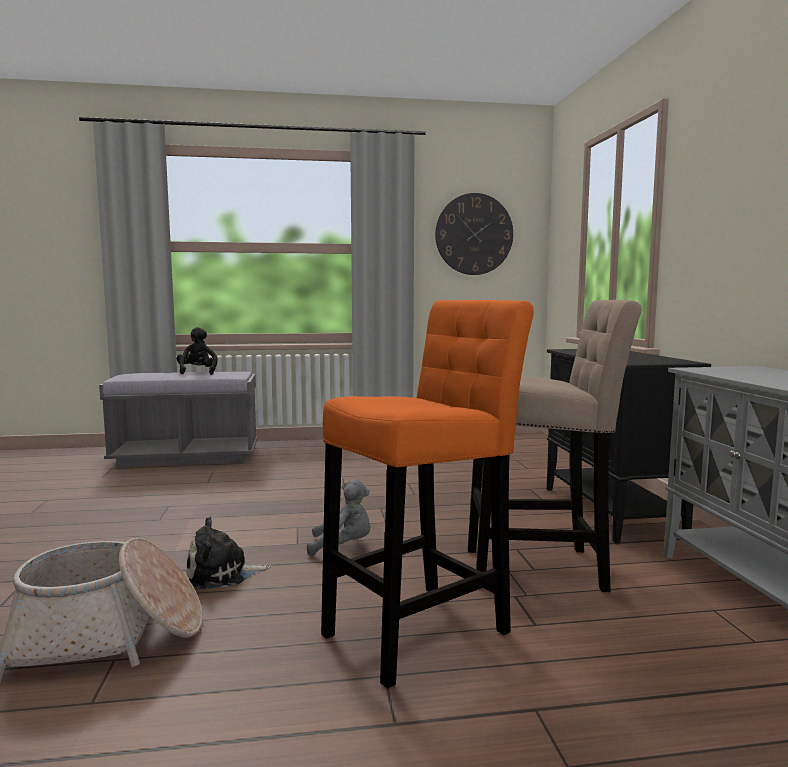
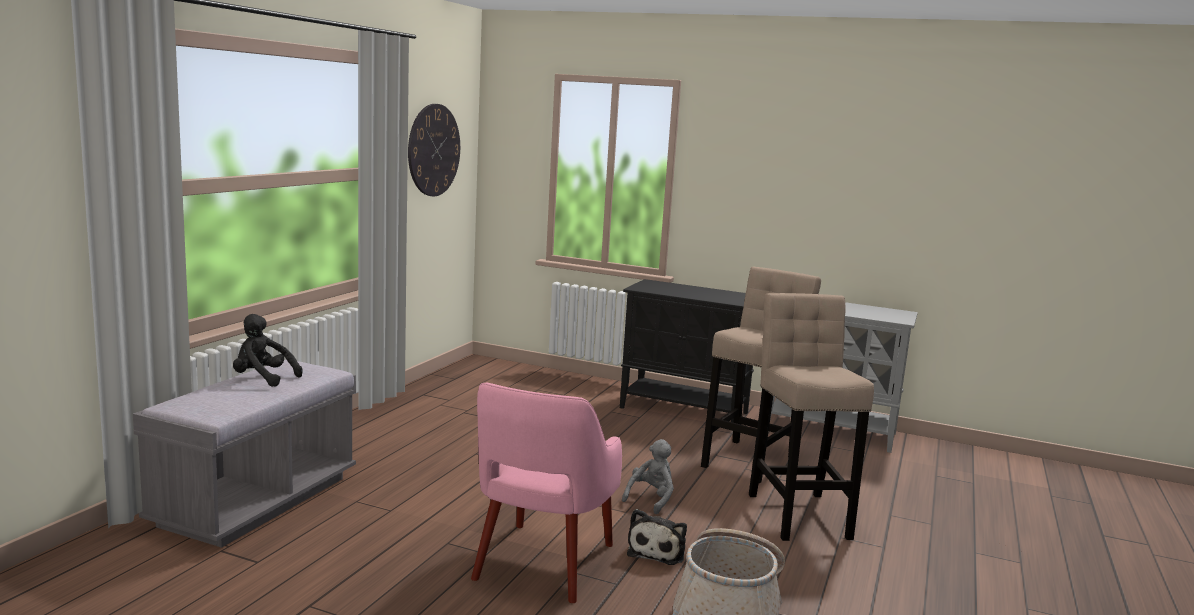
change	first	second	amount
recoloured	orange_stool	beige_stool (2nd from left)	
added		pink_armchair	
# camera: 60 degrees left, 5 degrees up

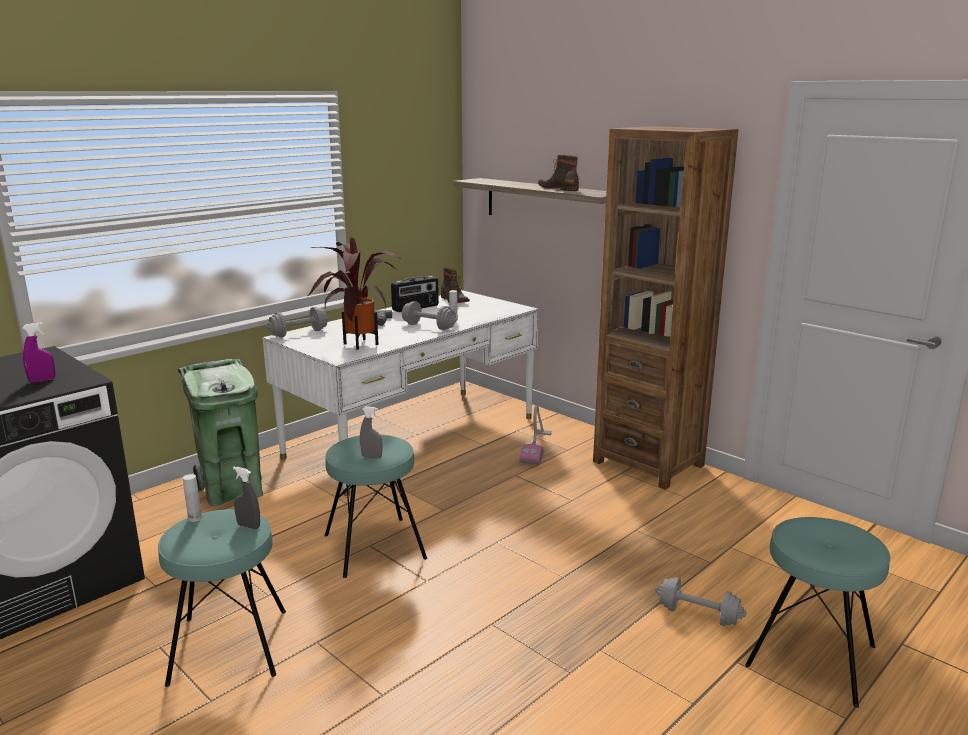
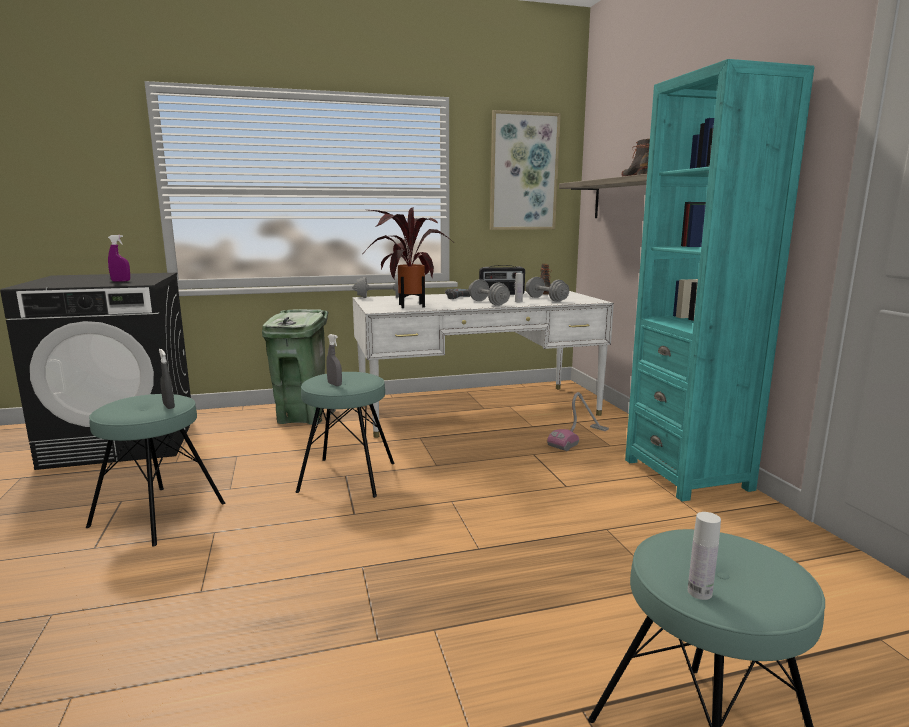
change	first	second	amount
moved	white_bottle (1st from left in the first image)	white_bottle (2nd from left)	
recoloured	brown_bookcase	turquoise_bookcase	
moved	grey_dumbbell (3rd from left)		
added		picture	
# camera: 30 degrees right, 5 degrees down

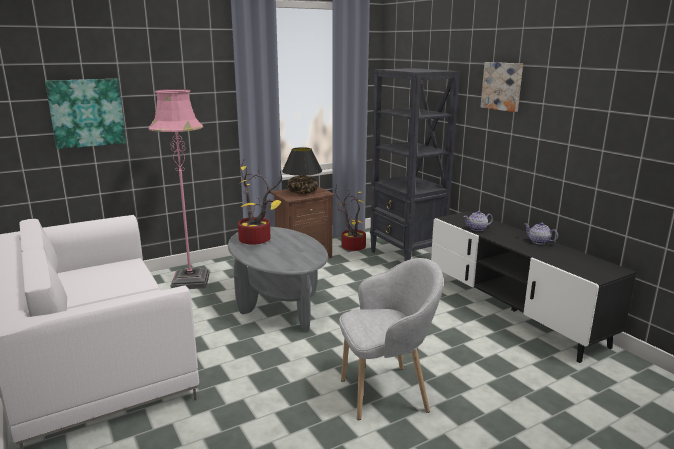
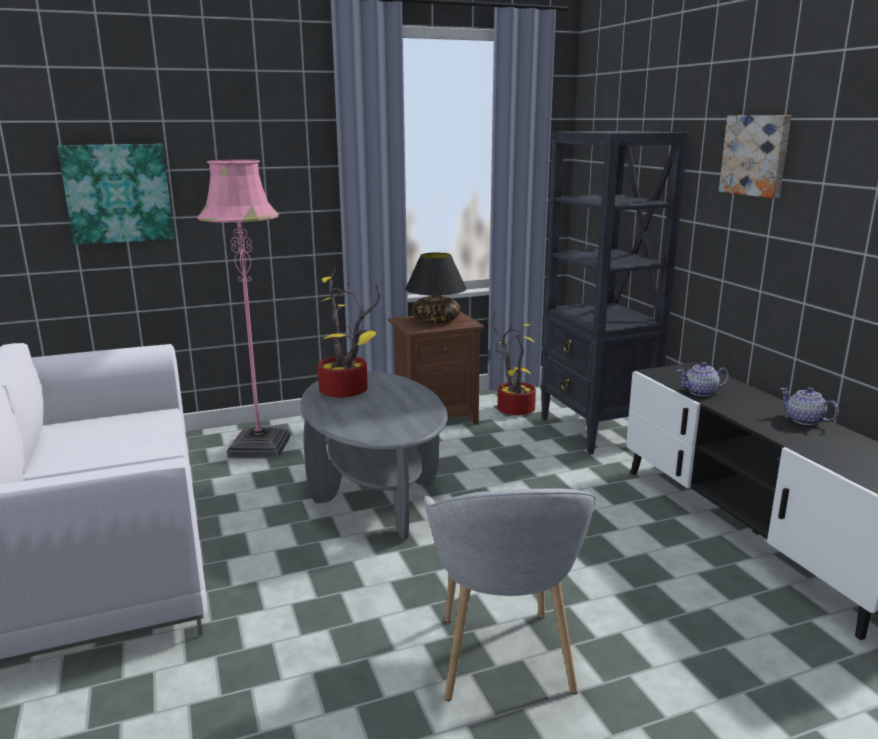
change	first	second	amount
turned	grey_armchair		90 degrees clockwise
# camera: 10 degrees right, 0 degrees up

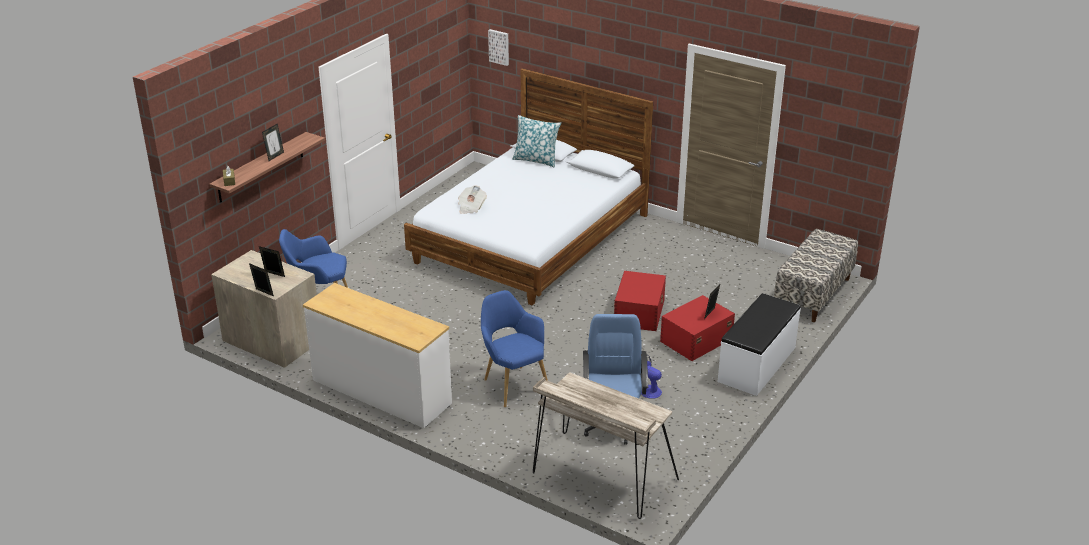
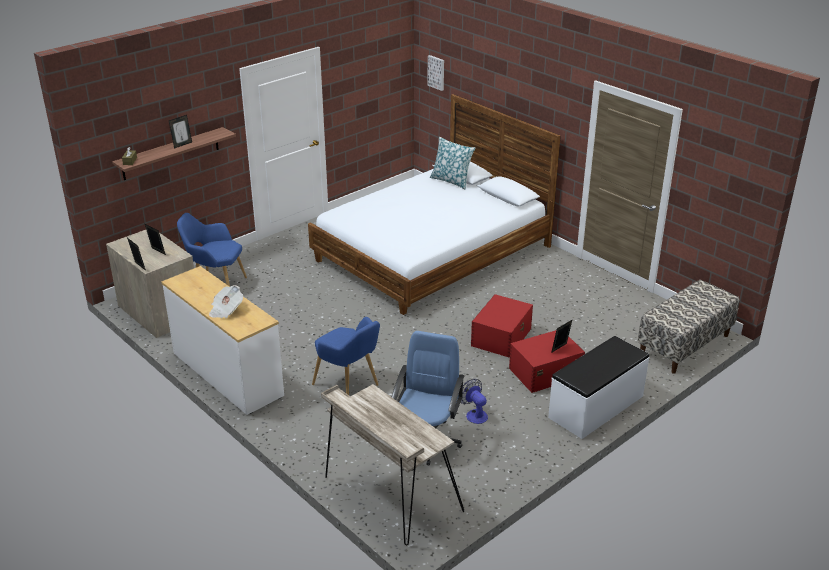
change	first	second	amount
moved	newspaper		
turned	blue_armchair (2nd from left)		150 degrees clockwise
# camera: 15 degrees right, 0 degrees up

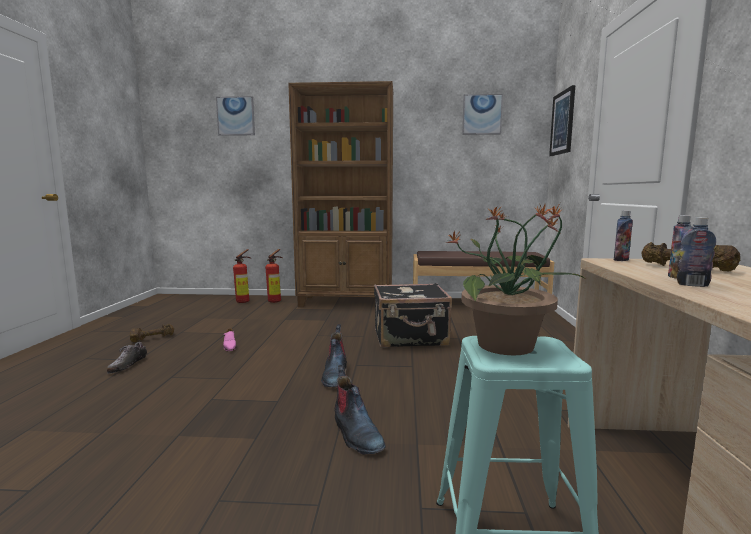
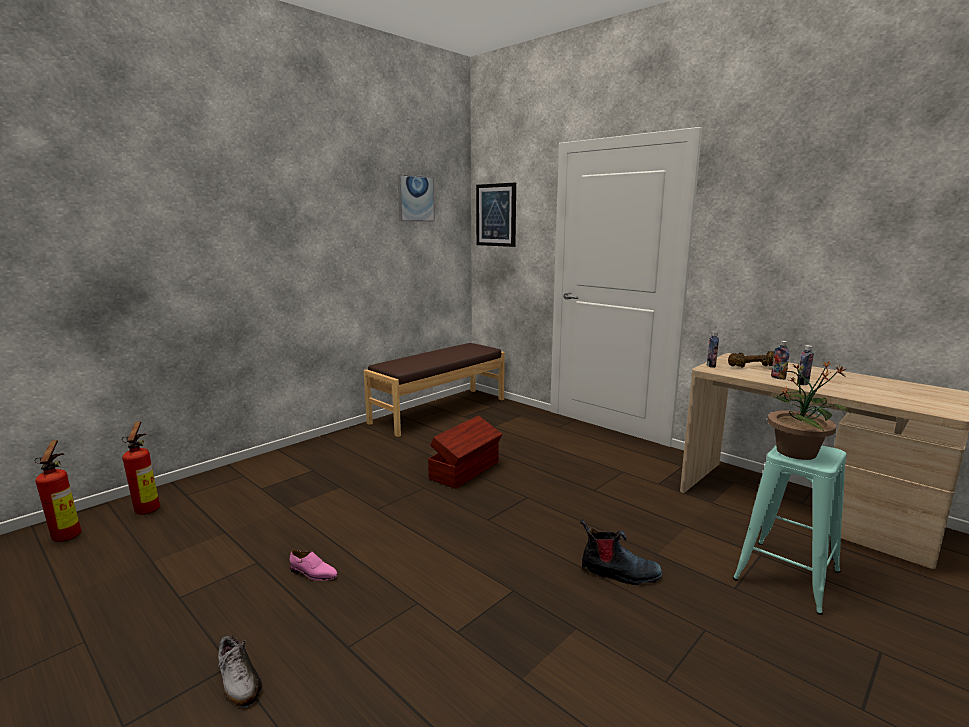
change	first	second	amount
removed	brown_dumbbell (1st from left)		
removed	picture (1st from left)		
moved	fire_extinguisher (2nd from left in the first image)	fire_extinguisher (1st from left)	
removed	brown_bookcase		
removed	boot (1st from left)		
replaced	black_suitcase	brown_storage_box	
# camera: 50 degrees left, 5 degrees up

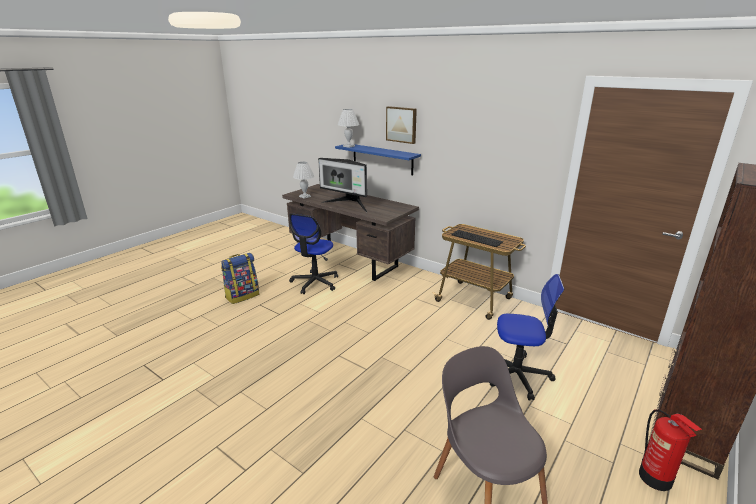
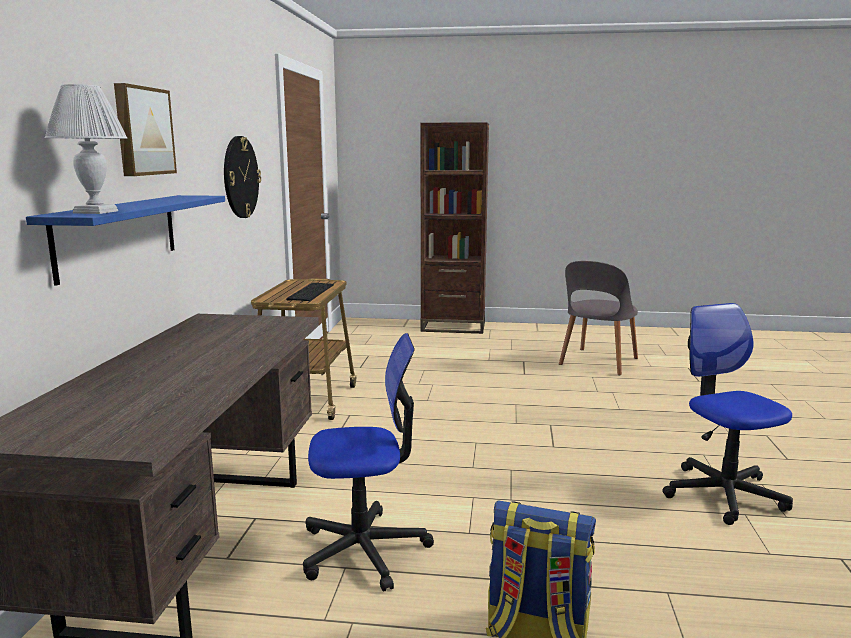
change	first	second	amount
removed	white_table_lamp (1st from left)		
removed	monitor		
moved	office_chair (2nd from left)		
removed	fire_extinguisher		
added		wall_clock	
# camera: 120 degrees left, 10 degrees down

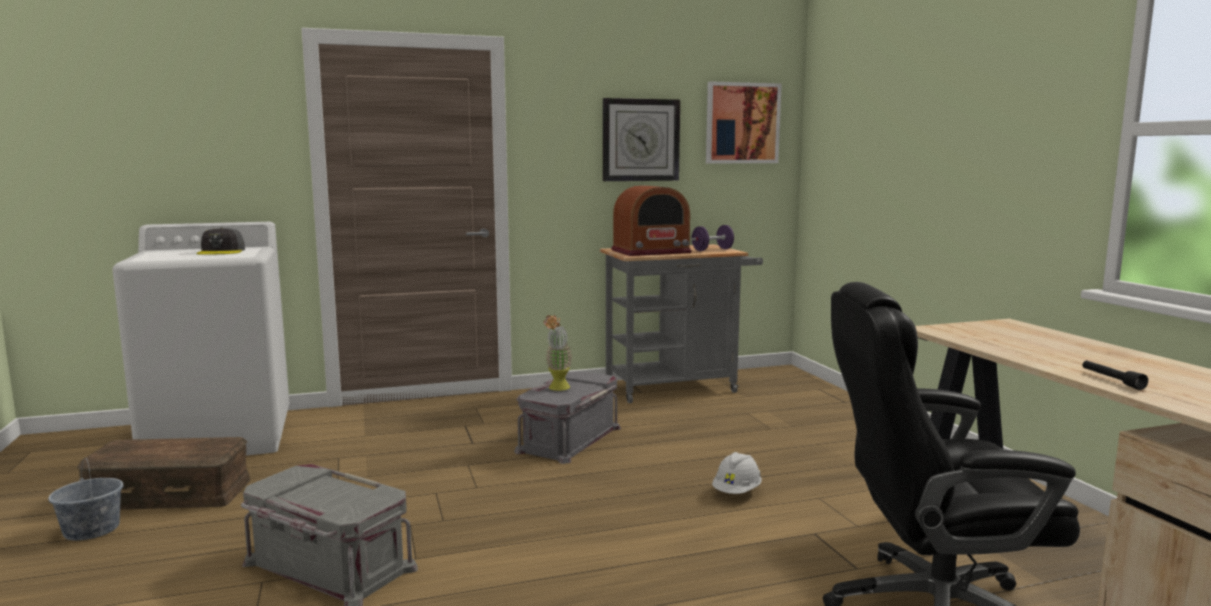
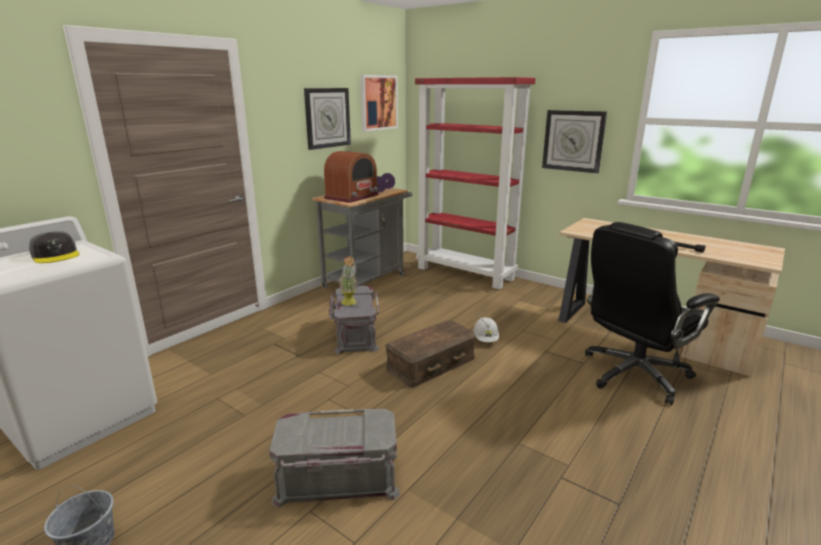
change	first	second	amount
moved	brown_storage_box		
added		red_bookcase	
added		wall_clock (2nd from left)	
# camera: 35 degrees left, 10 degrees up

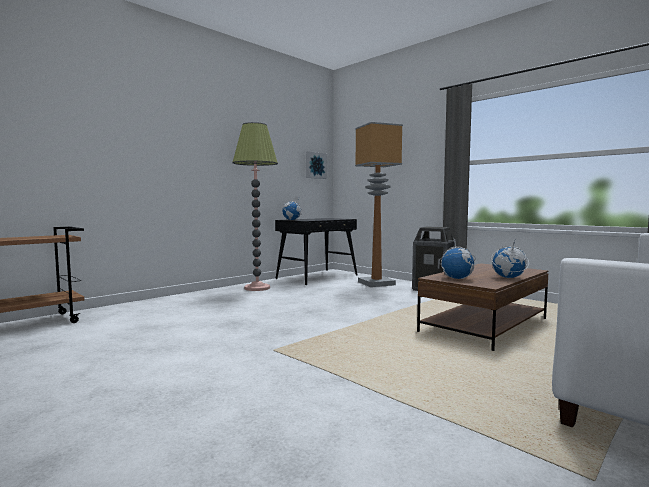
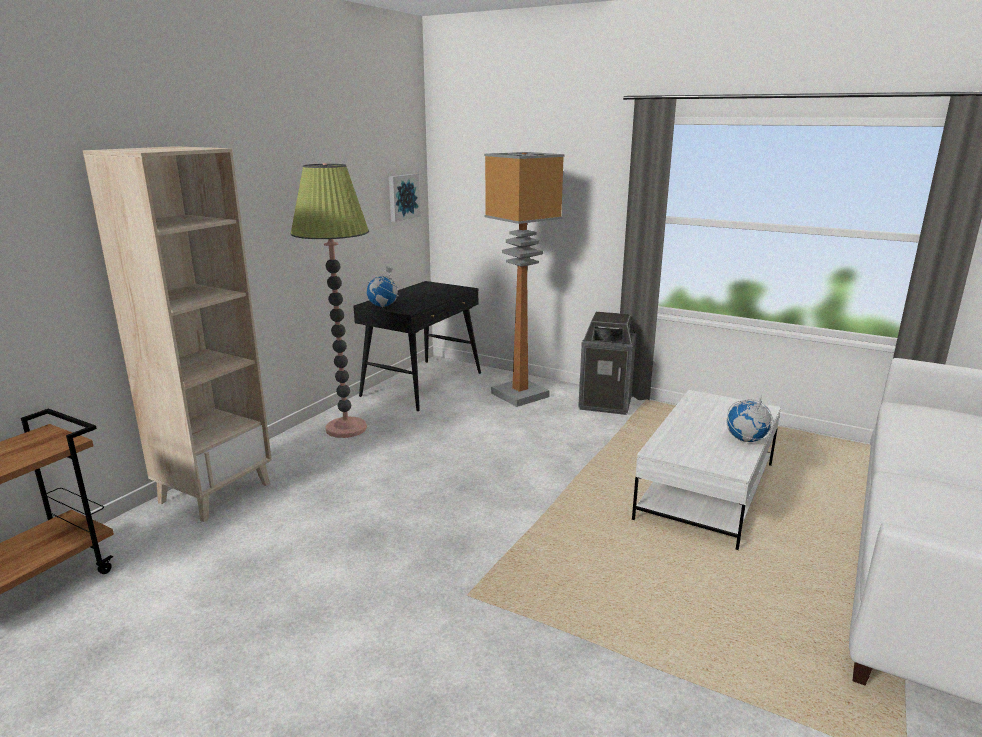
change	first	second	amount
recoloured	brown_coffee_table	white_coffee_table	
removed	globe (2nd from left)		
added		beige_bookcase	
# camera: 15 degrees left, 15 degrees up

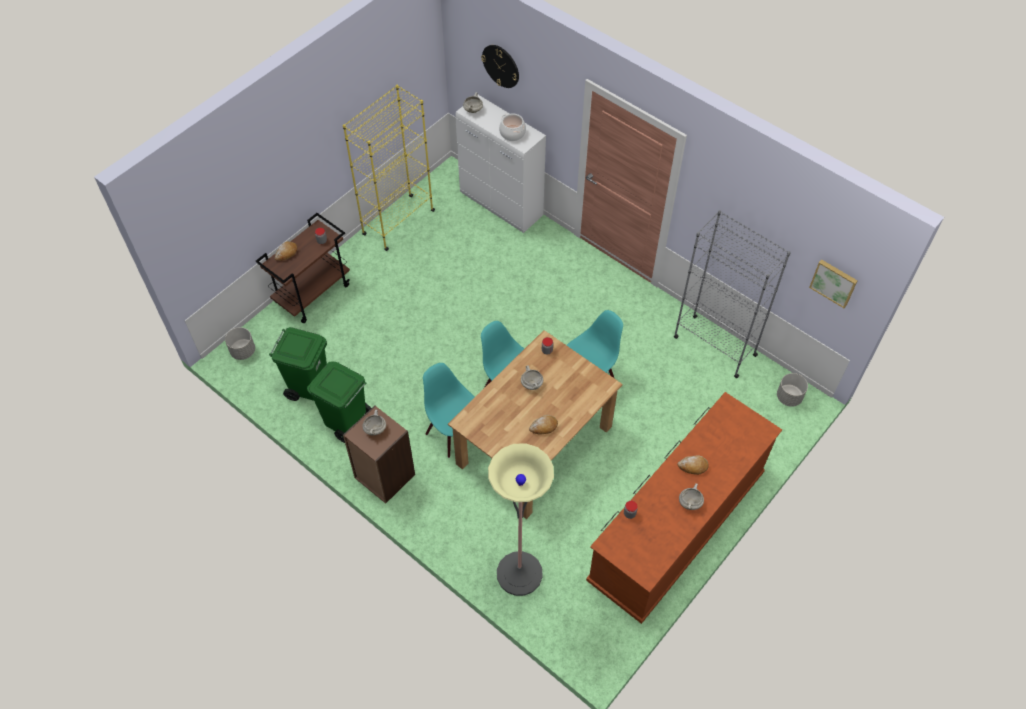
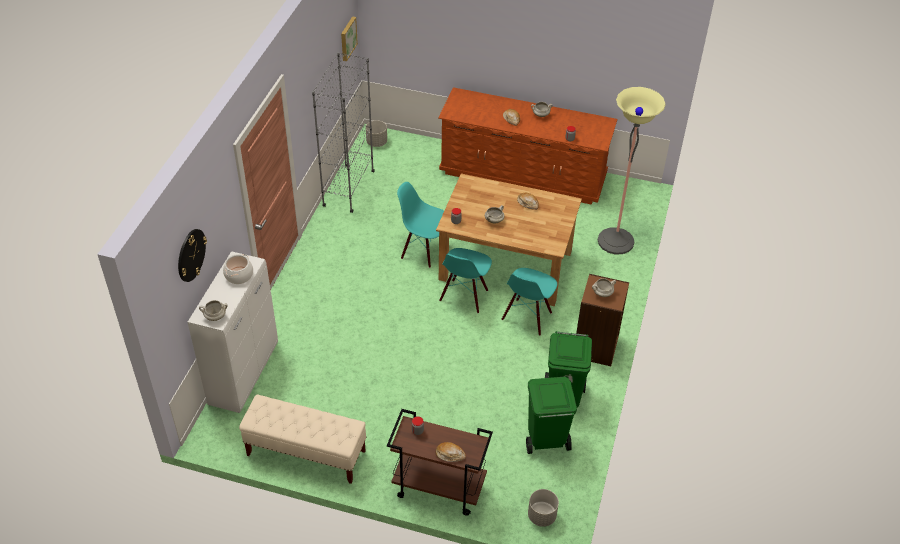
change	first	second	amount
replaced	yellow_bookcase	beige_bench	
# camera: 115 degrees left, 10 degrees down

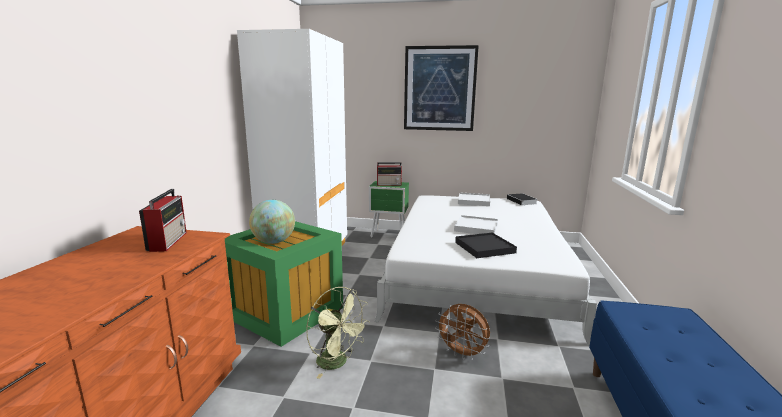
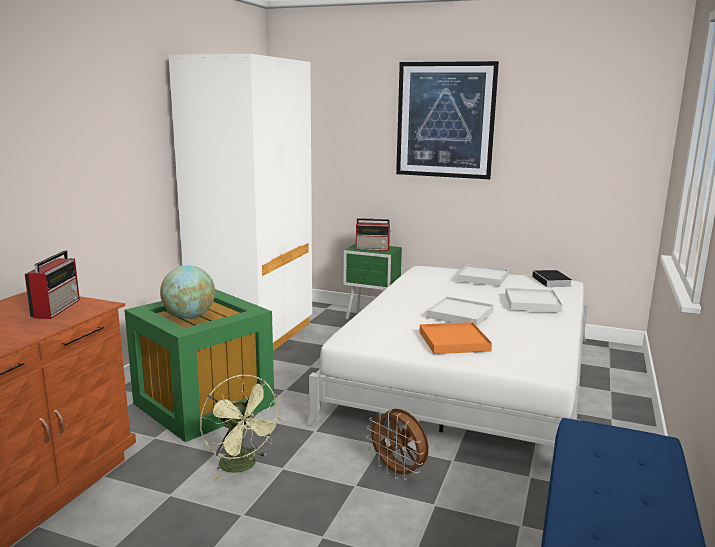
change	first	second	amount
recoloured	black_tray	orange_tray	
added		white_tray (3rd from left)	
# camera: 10 degrees right, 0 degrees up

